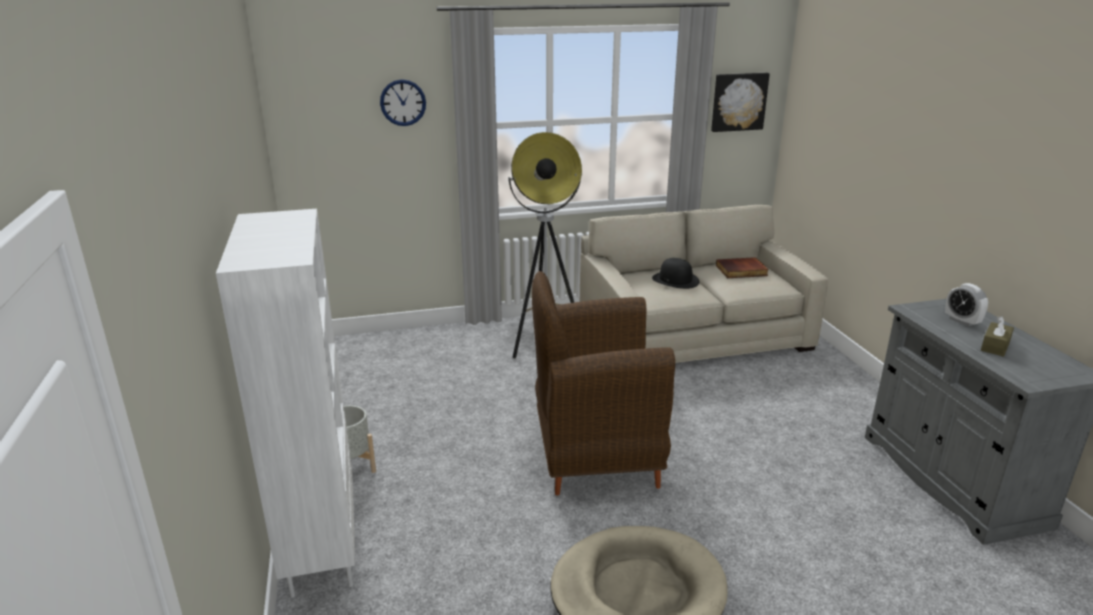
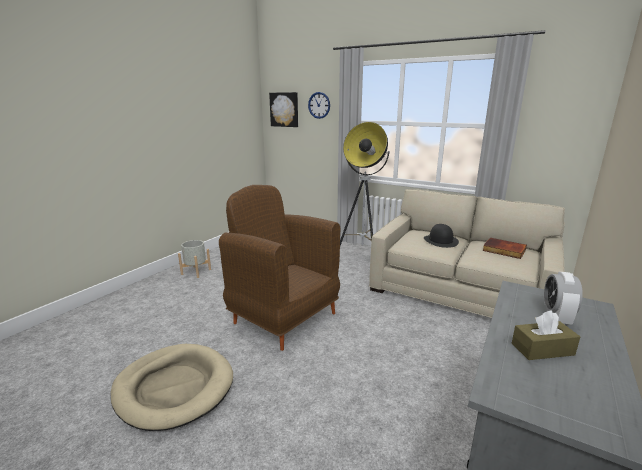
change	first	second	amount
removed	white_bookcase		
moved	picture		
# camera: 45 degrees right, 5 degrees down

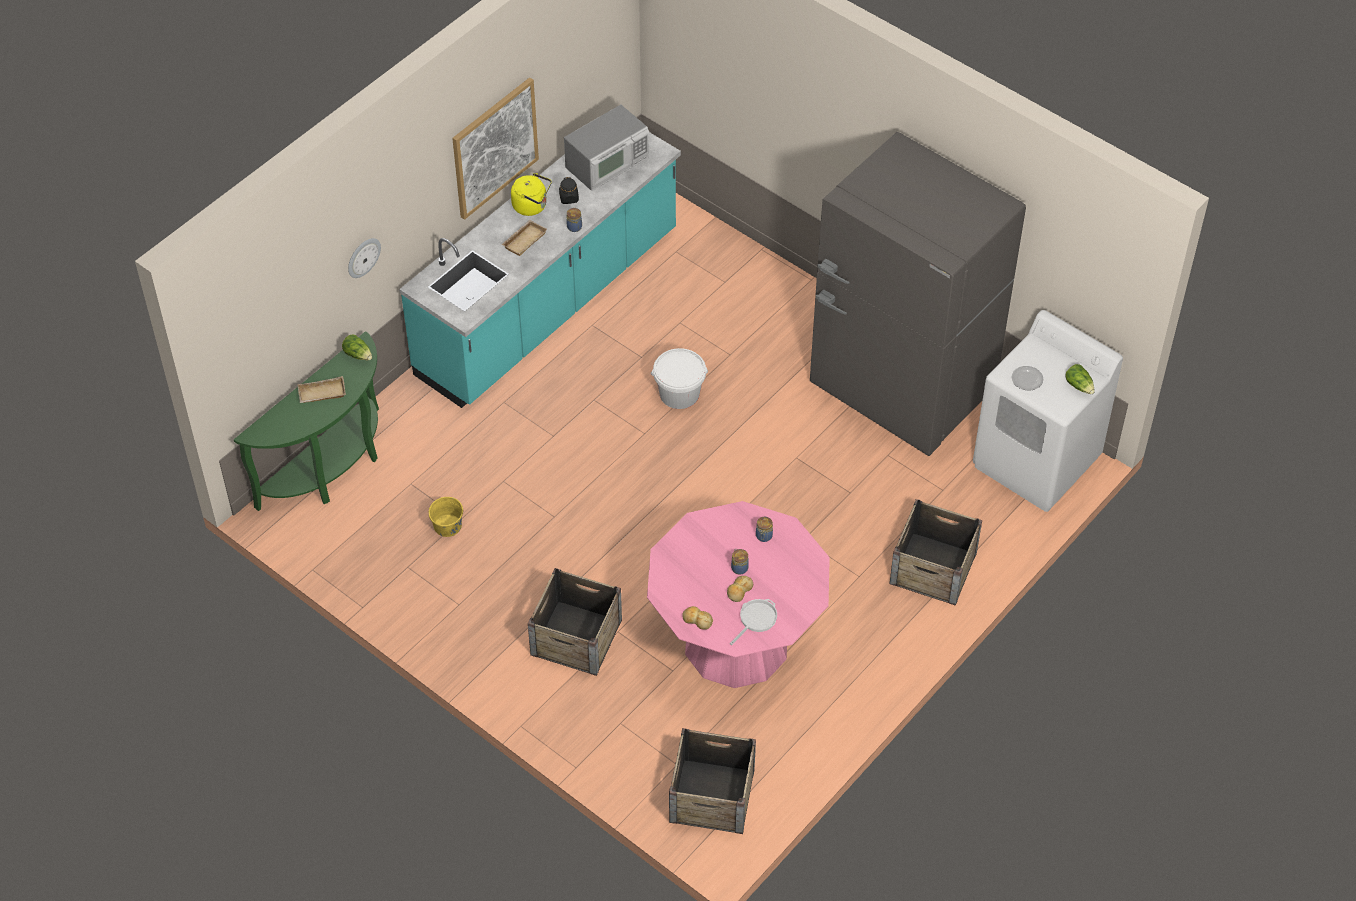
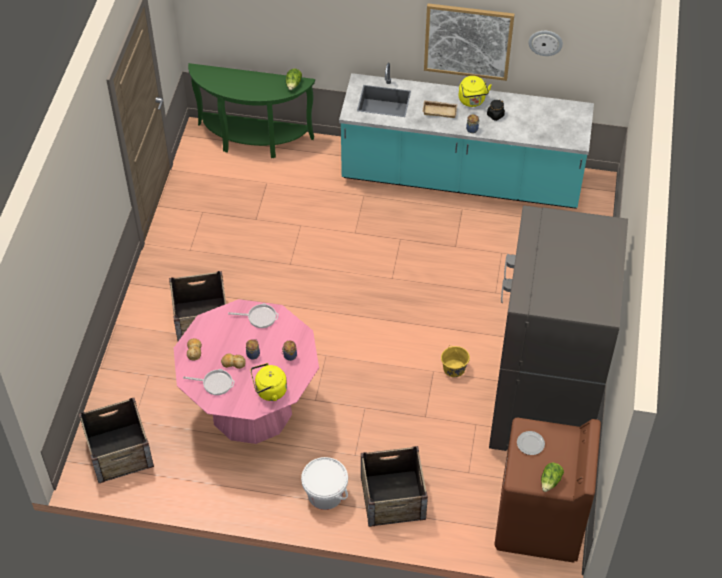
change	first	second	amount
removed	beige_tray (1st from left)		
moved	wall_clock		
moved	yellow_bucket		
removed	microwave		
moved	white_bucket		
recoloured	white_washing_machine	brown_washing_machine	
added		frying_pan (2nd from left)	
added		yellow_kettle (1st from left)	
# camera: 60 degrees right, 0 degrees up

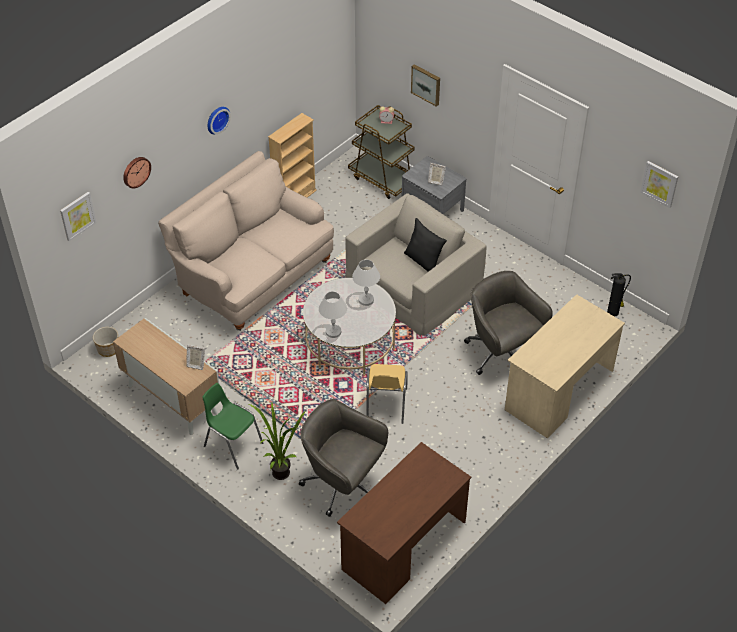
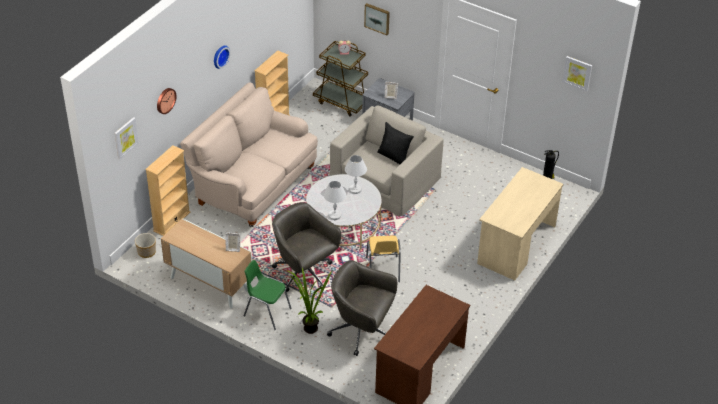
change	first	second	amount
moved	grey_office_chair (2nd from left in the first image)	grey_office_chair (1st from left)	
added		beige_bookcase (1st from left)	
# camera: 10 degrees left, 5 degrees down

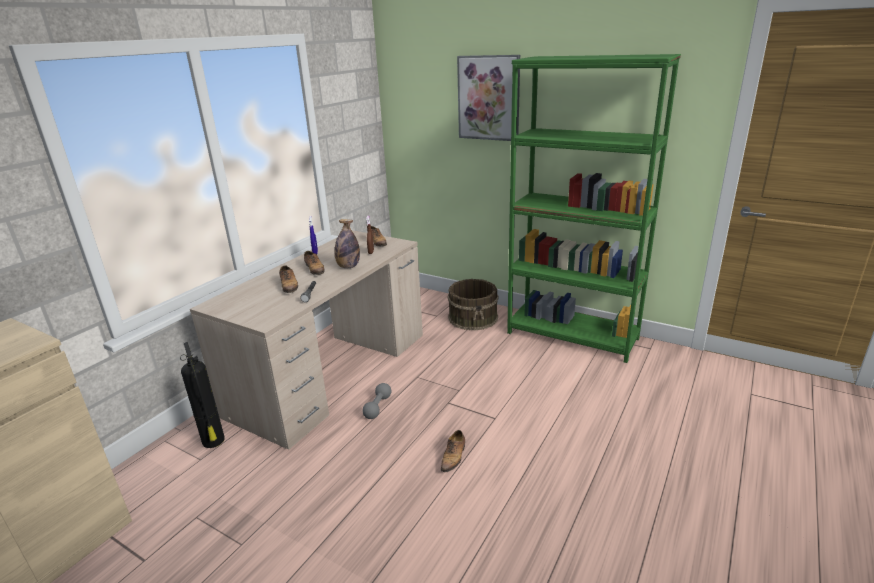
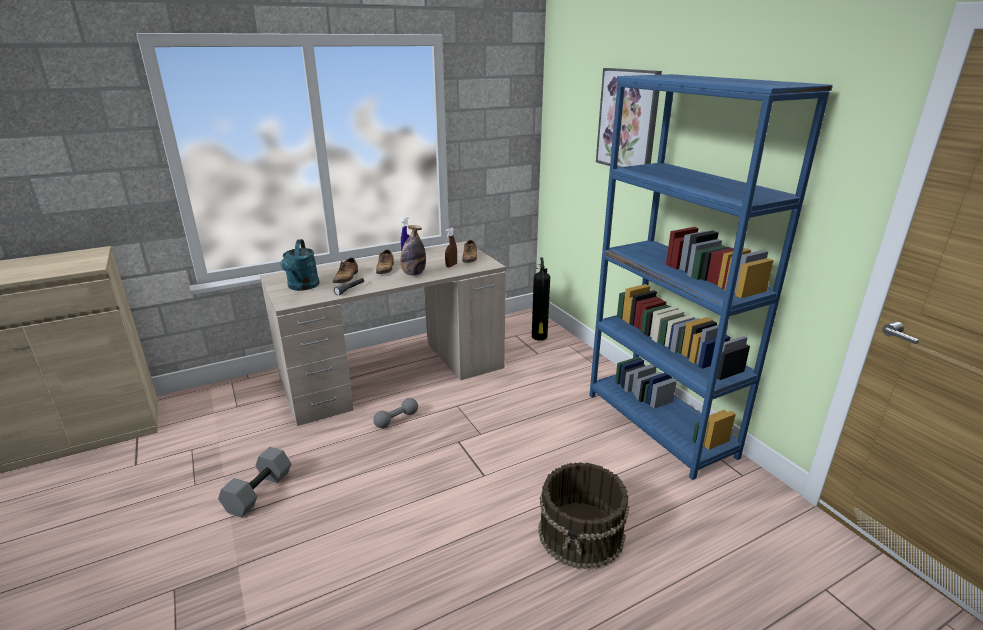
change	first	second	amount
moved	fire_extinguisher		
removed	shoe (4th from left)		
moved	brown_bucket		
recoloured	green_bookcase	blue_bookcase	
added		grey_dumbbell (1st from left)	
added		turquoise_watering_can	
# camera: 30 degrees right, 0 degrees up

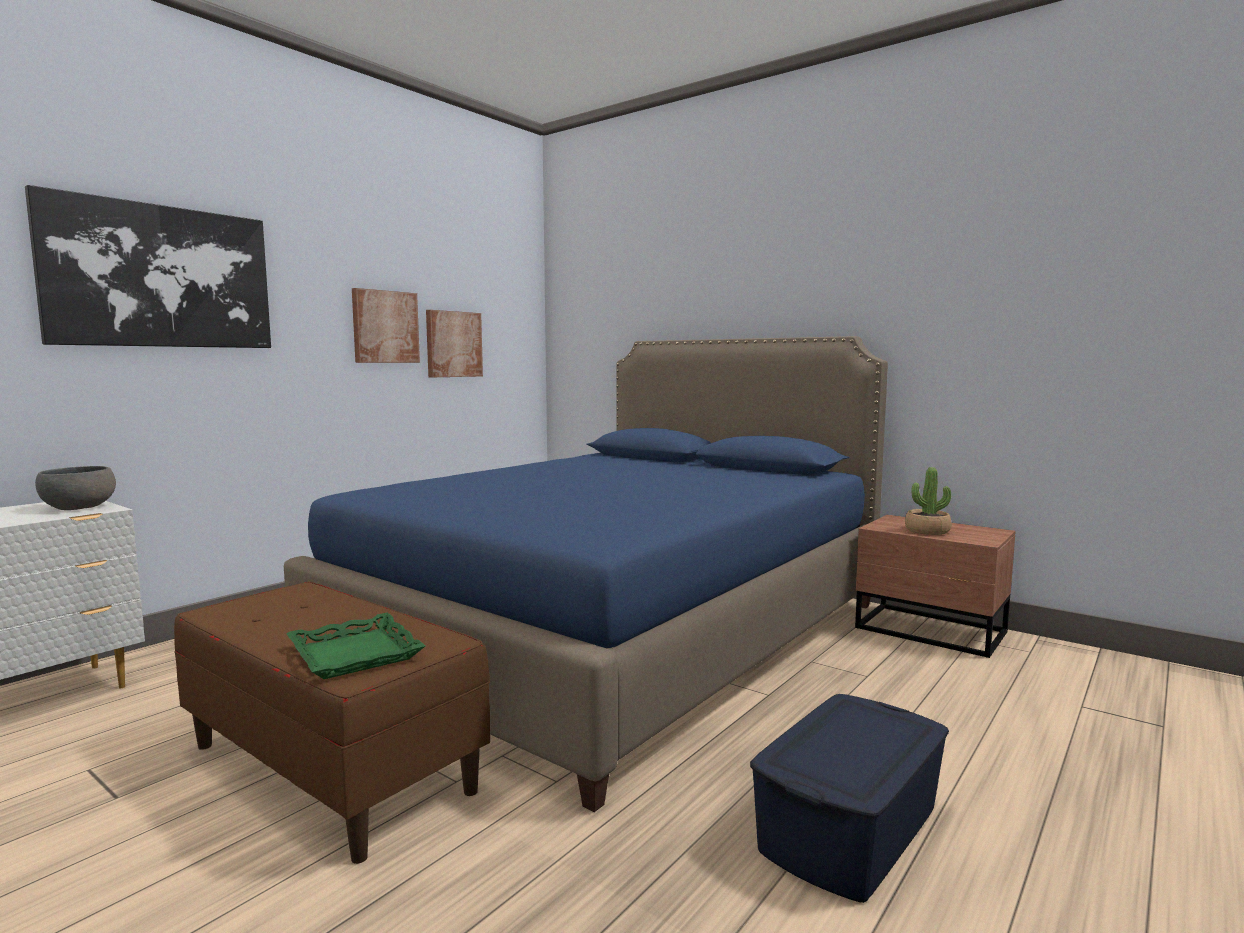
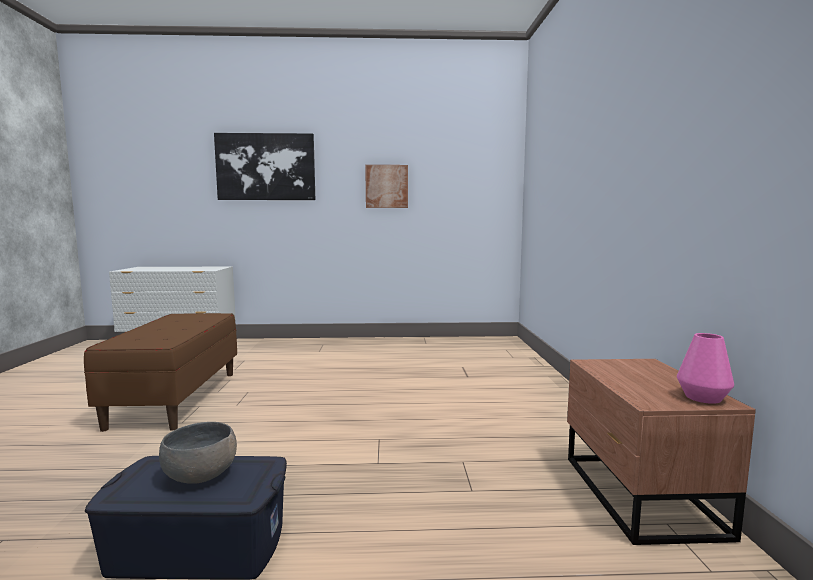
change	first	second	amount
moved	grey_bowl		
removed	blue_bed		
removed	green_tray		
removed	picture (3rd from left)		
removed	potted_plant		
added		pink_vase	
# camera: 50 degrees right, 0 degrees up

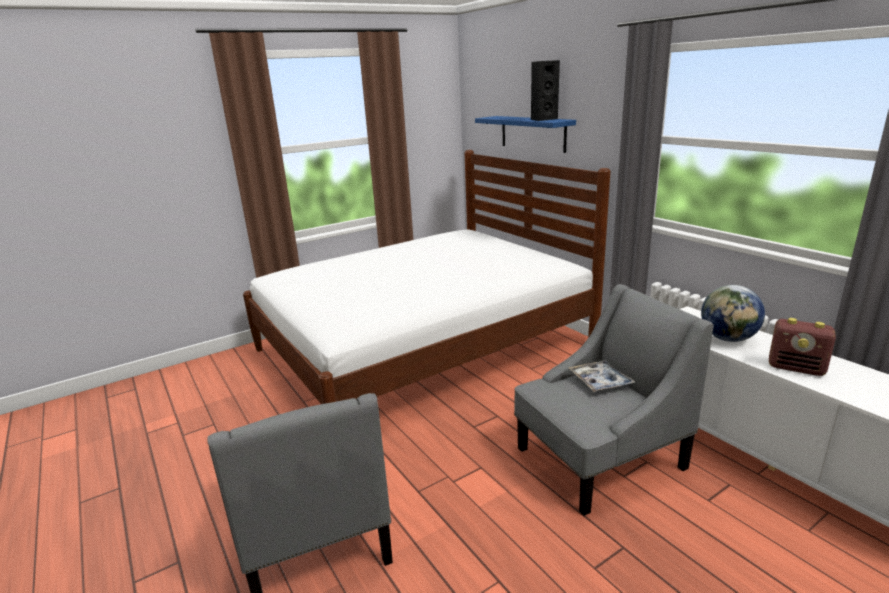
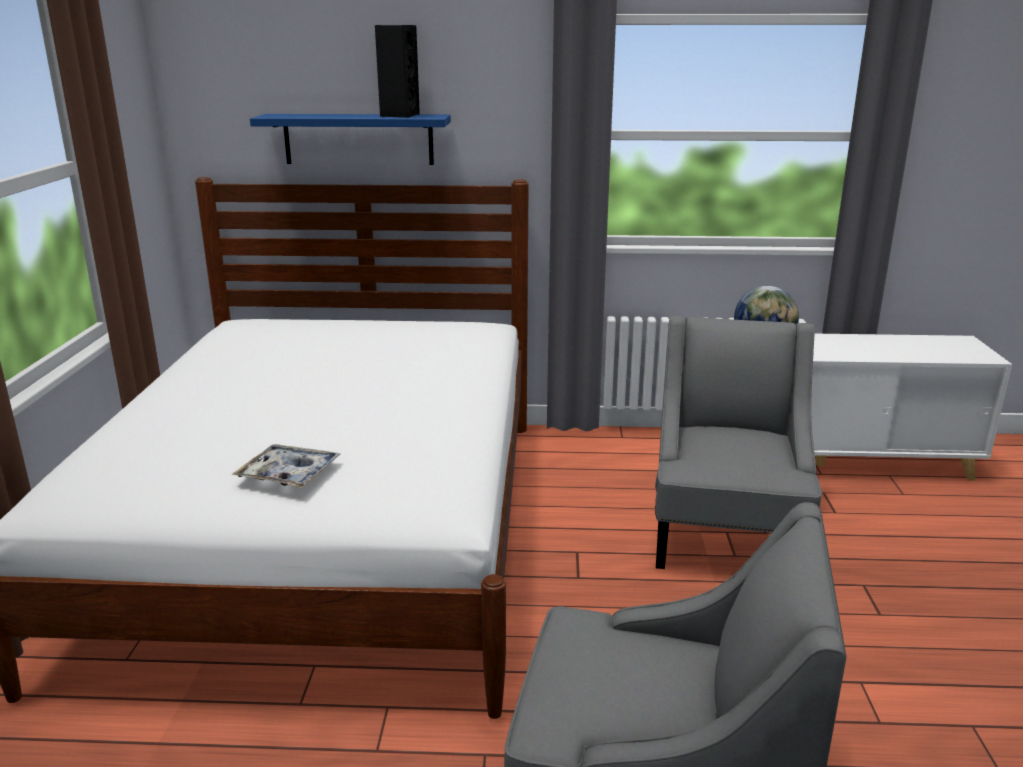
change	first	second	amount
moved	tray		
removed	radio		
# camera: 55 degrees left, 0 degrees up

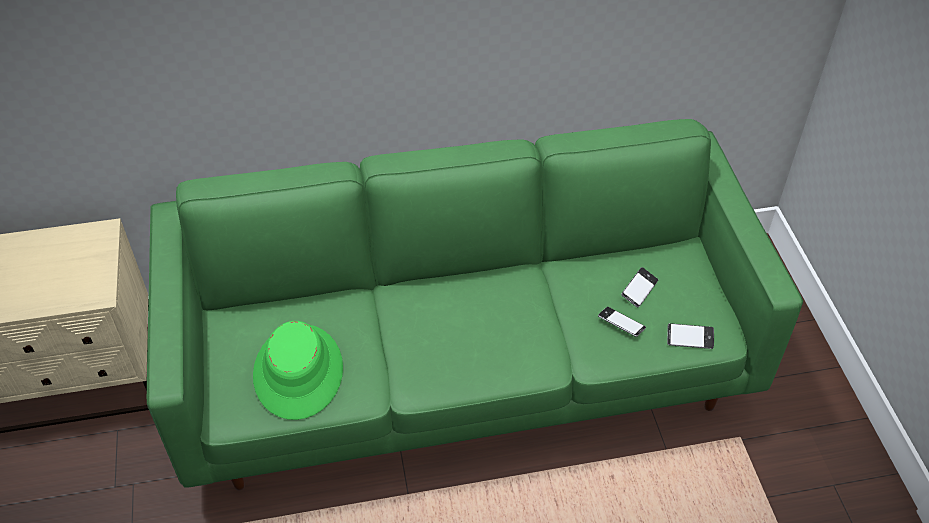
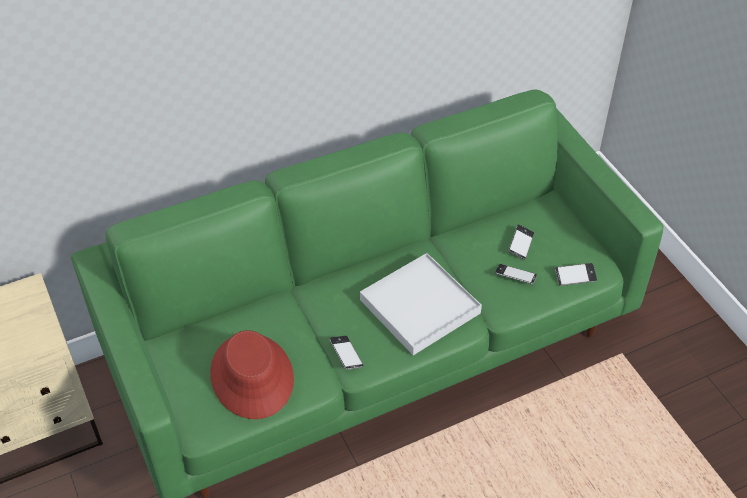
change	first	second	amount
recoloured	green_hat	red_hat	
added		phone (1st from left)	
added		white_tray	
# camera: 15 degrees left, 0 degrees up

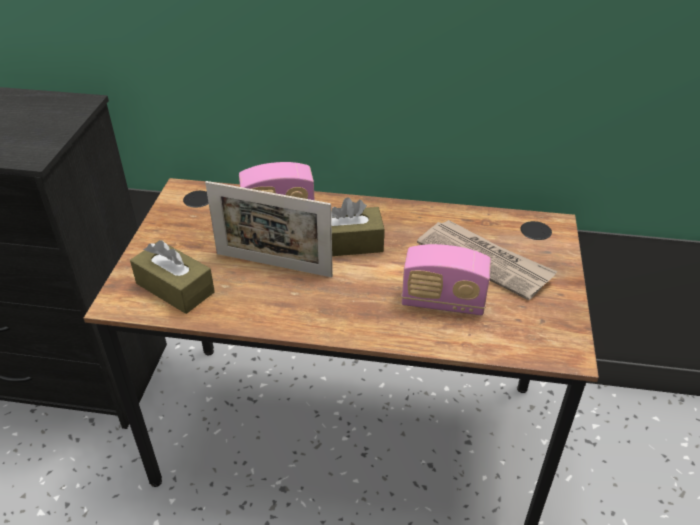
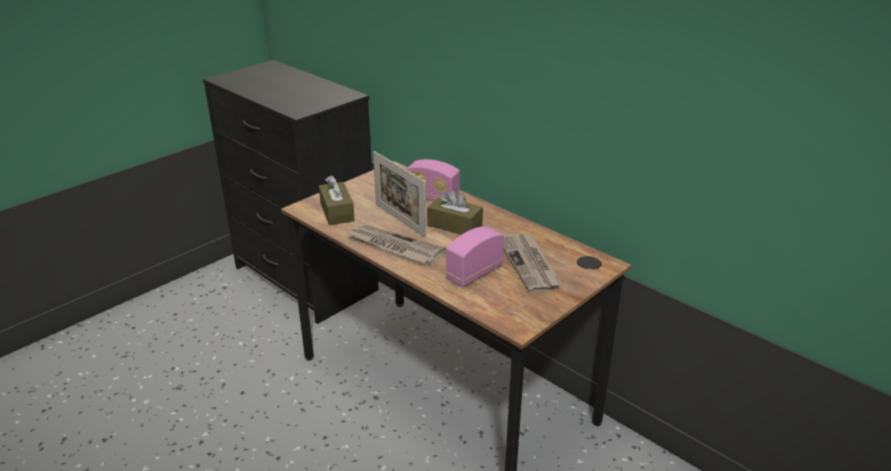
change	first	second	amount
turned	radio (2nd from left)		90 degrees clockwise
added		newspaper (1st from left)	
# camera: 35 degrees right, 10 degrees down

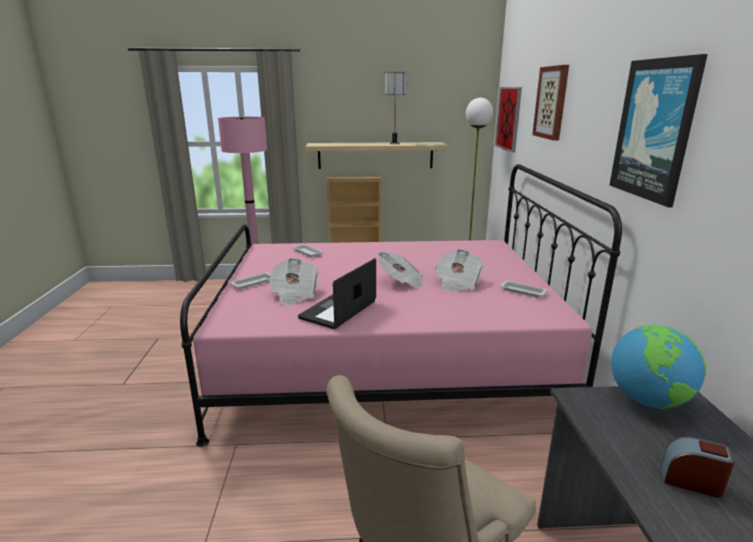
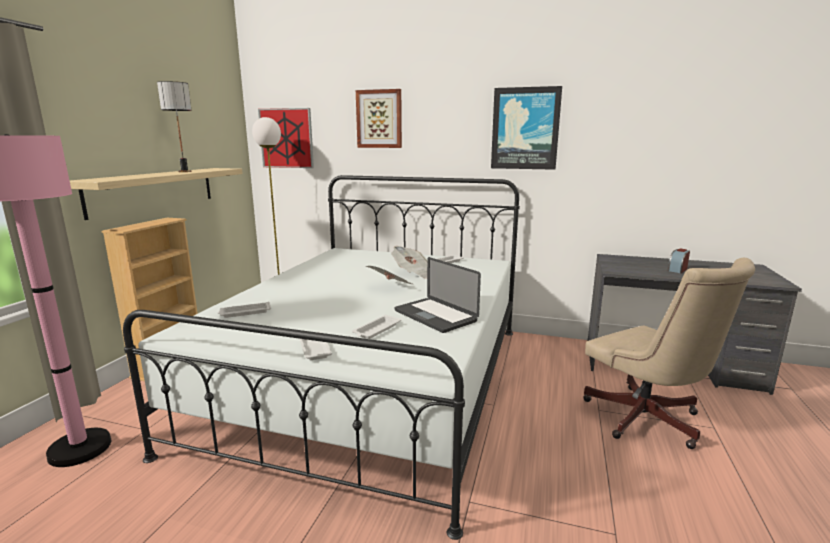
change	first	second	amount
recoloured	pink_bed	white_bed	
replaced	newspaper (1st from left)	white_tray (3rd from left)	
removed	globe		
# camera: 70 degrees left, 5 degrees down

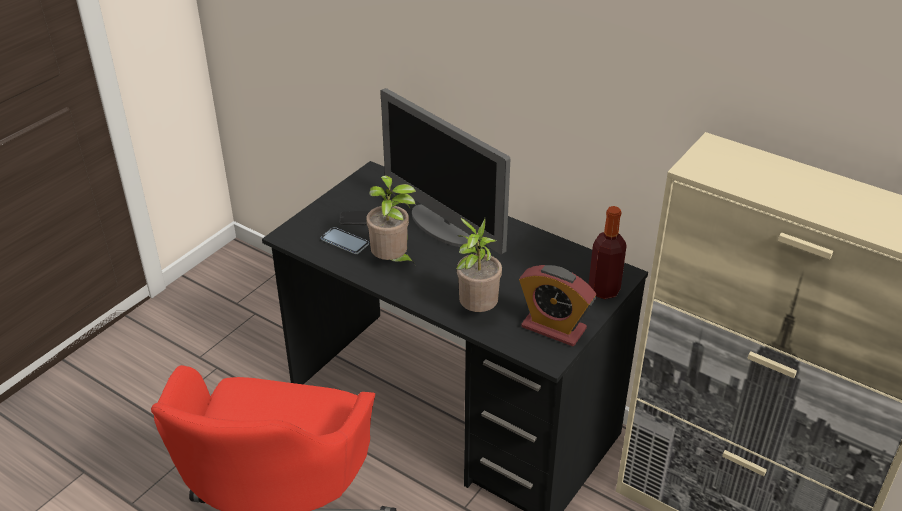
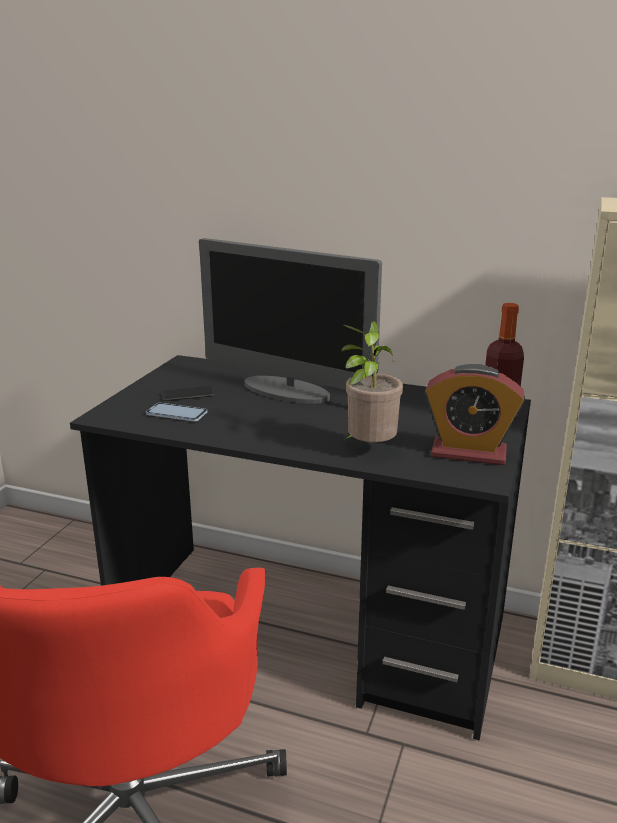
change	first	second	amount
removed	potted_plant (1st from left)		
# camera: 15 degrees left, 15 degrees down

